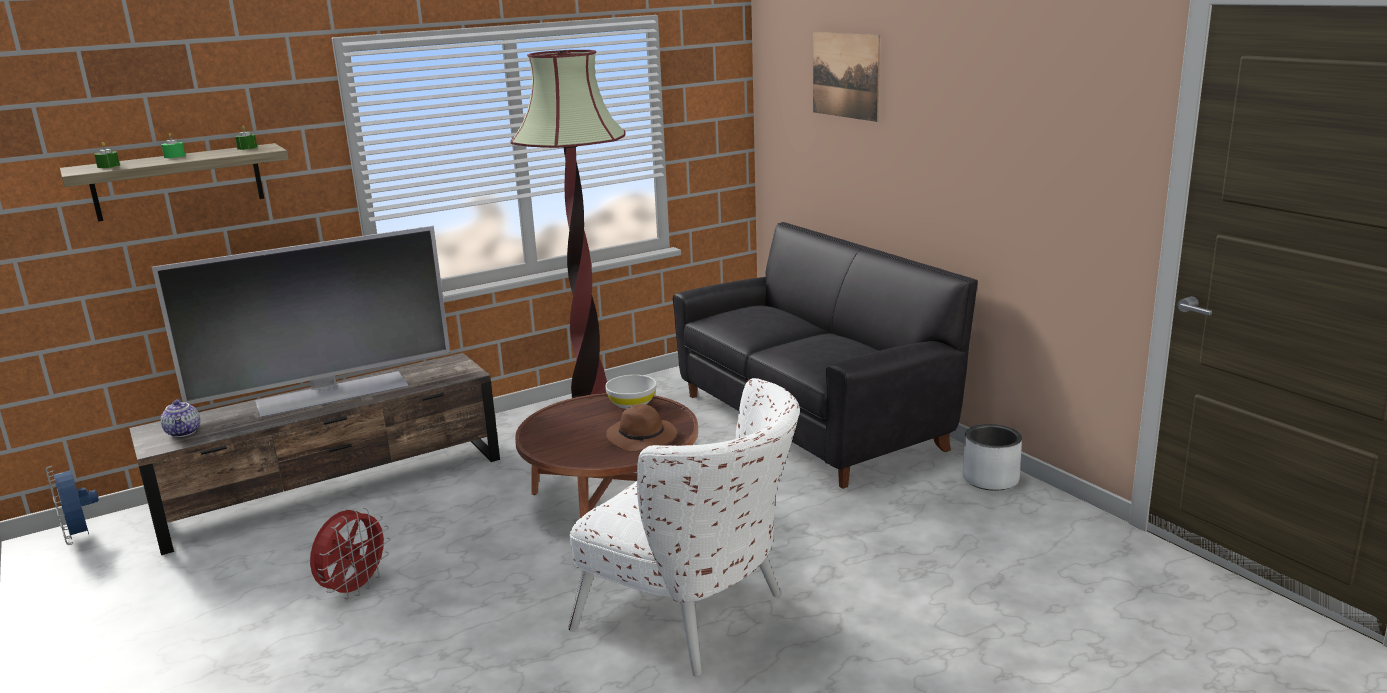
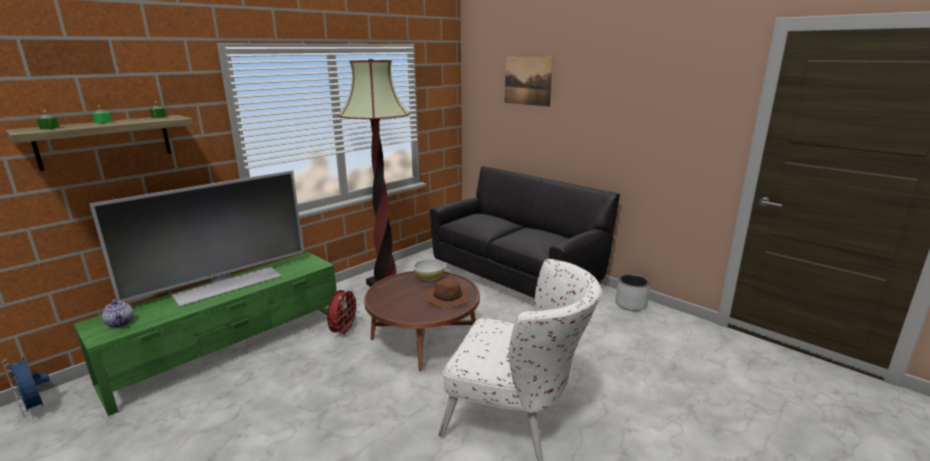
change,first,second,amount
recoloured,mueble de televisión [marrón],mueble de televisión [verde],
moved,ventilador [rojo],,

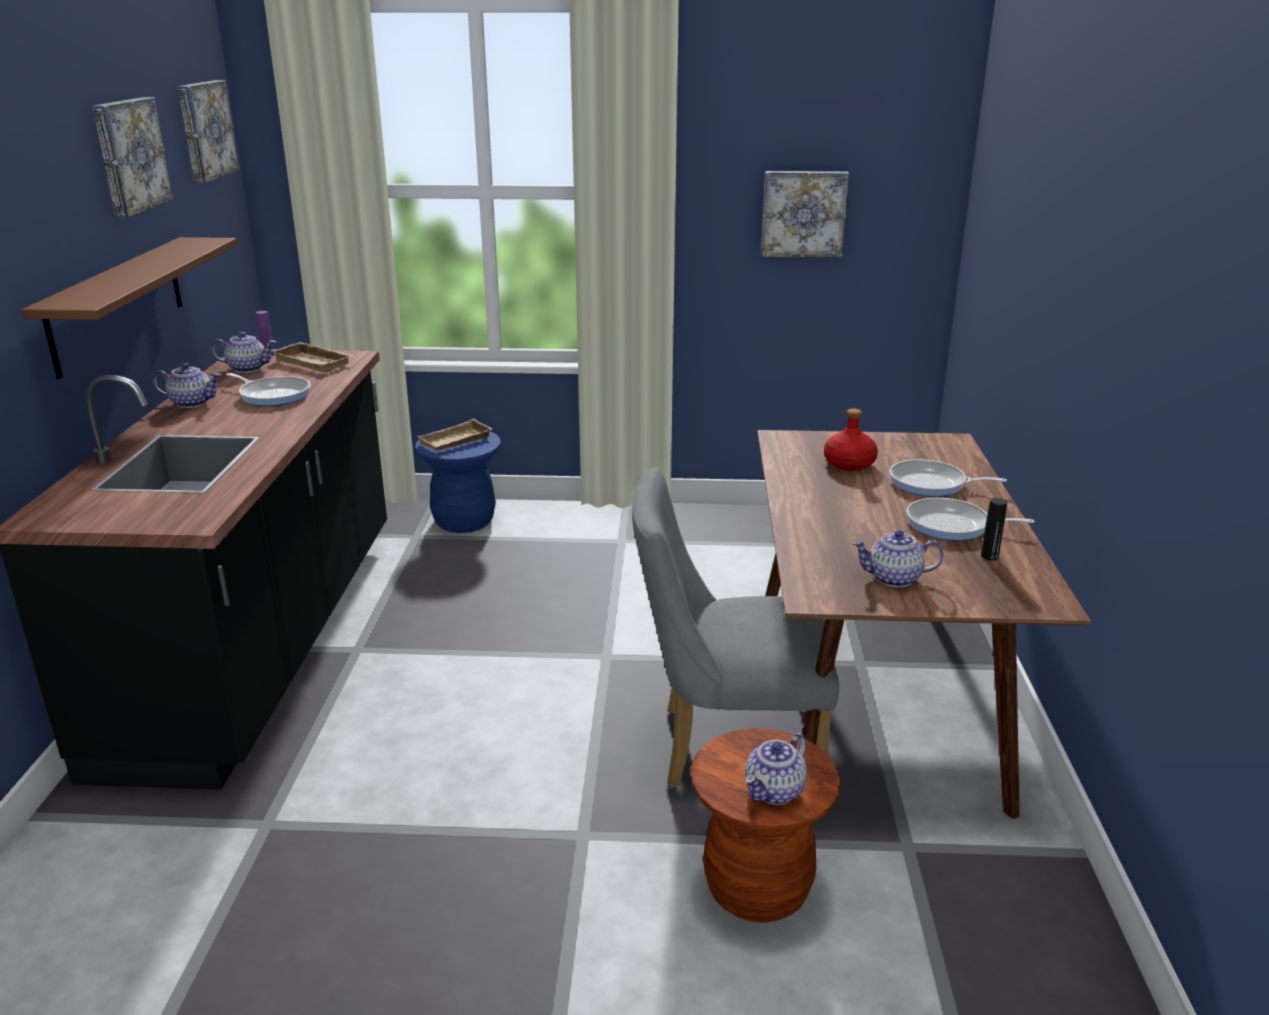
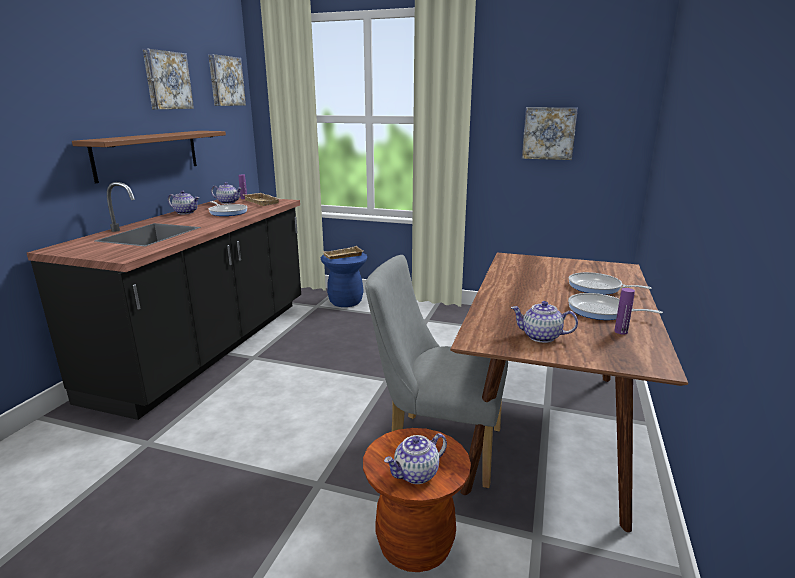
change,first,second,amount
recoloured,botella [negro],botella [morado] (2nd from left),
removed,botella [rojo],,

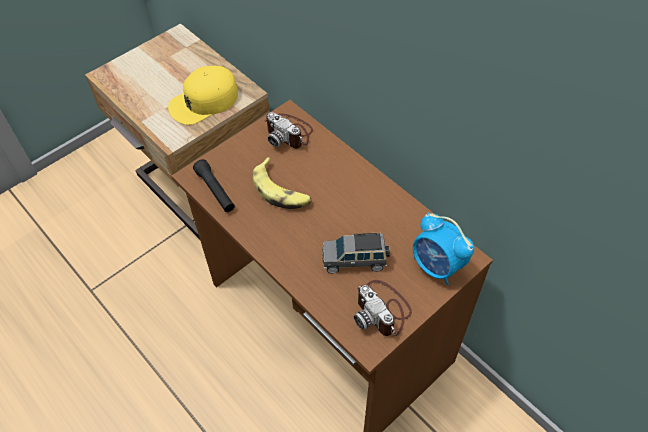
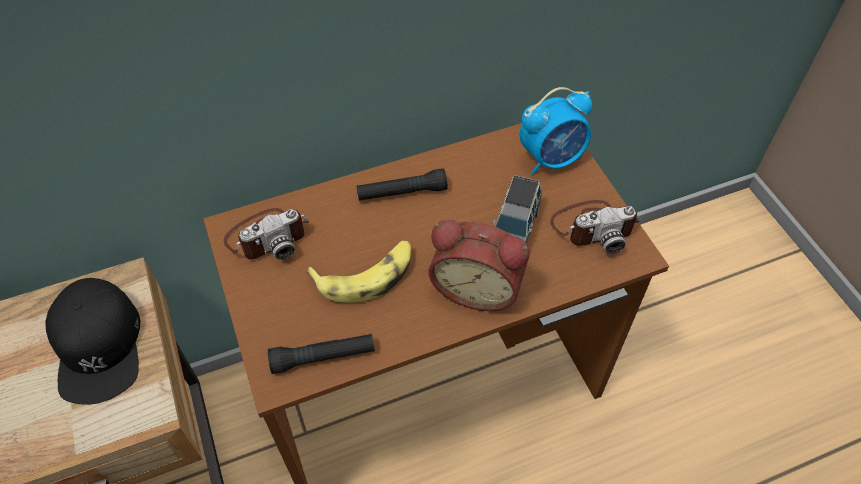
change,first,second,amount
recoloured,gorra [amarillo],gorra [negro],
added,,linterna [negro] (2nd from left),
added,,despertador (1st from left),

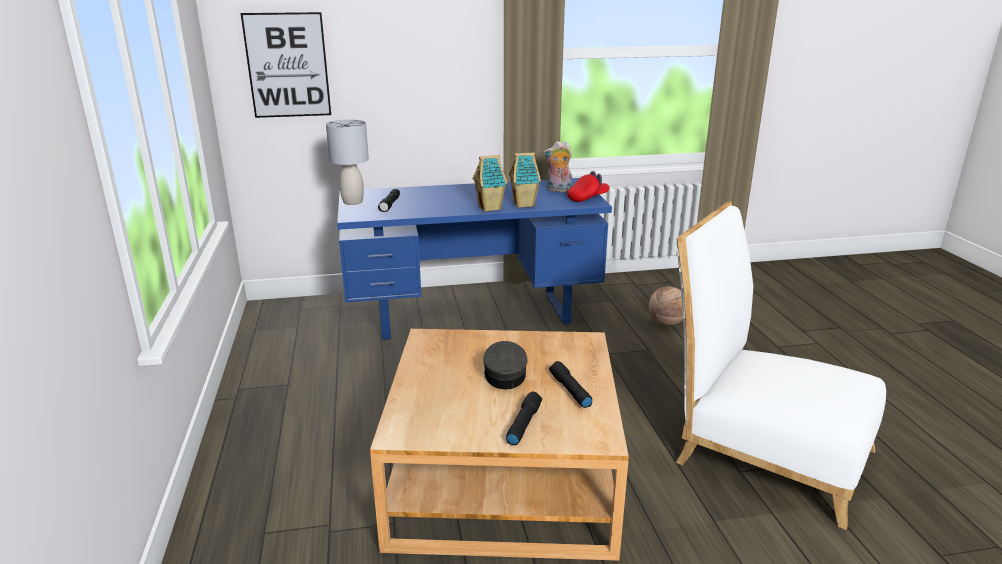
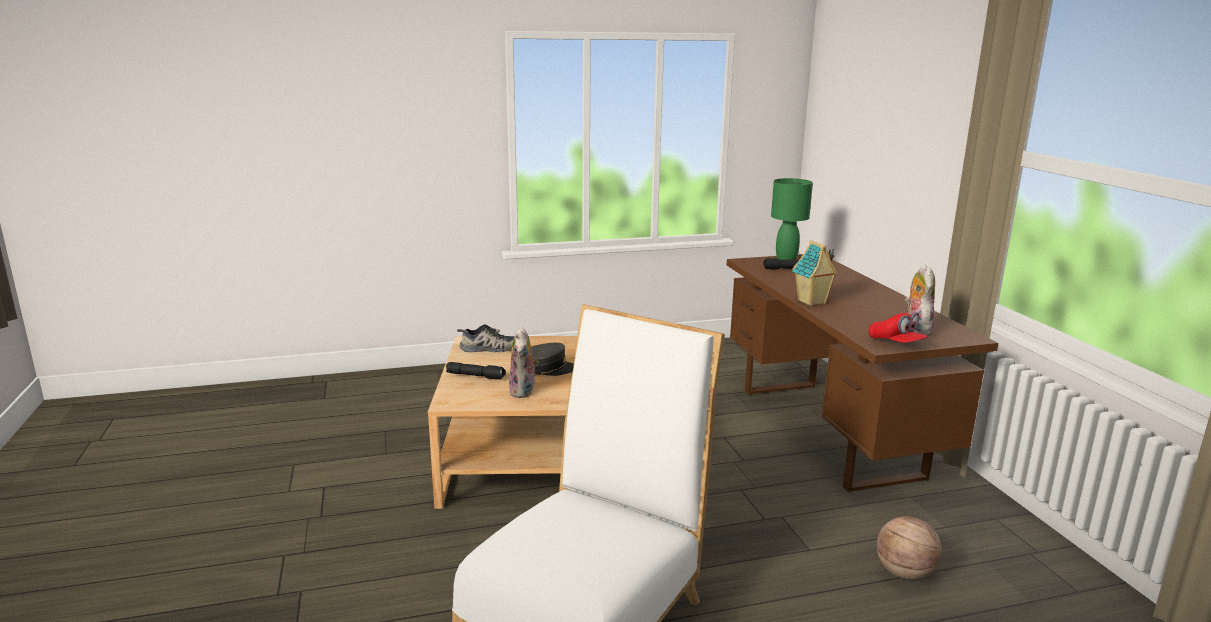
change,first,second,amount
added,,zapato,
replaced,linterna [negro] (3rd from left),peluche (1st from left),
recoloured,escritorio [azul],escritorio [marrón],
recoloured,lámpara de mesa [gris],lámpara de mesa [verde],
removed,cuadro,,
removed,casita (2nd from left),,

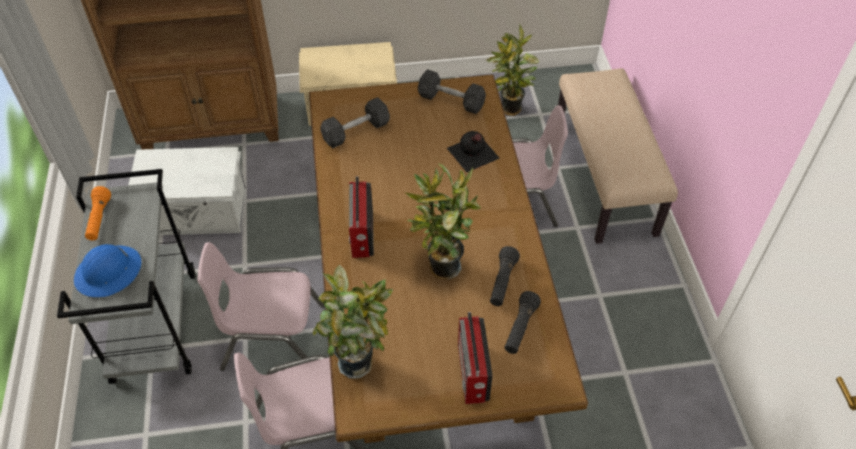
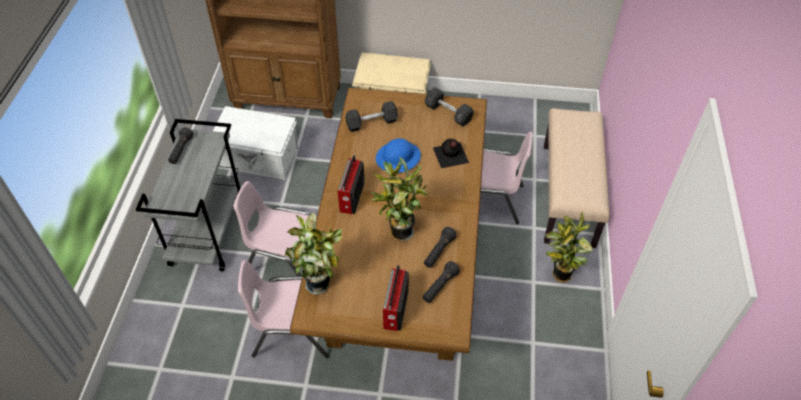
change,first,second,amount
recoloured,linterna [naranja],linterna [negro] (1st from left),
moved,casco [azul],,
moved,planta en maceta (3rd from left),,

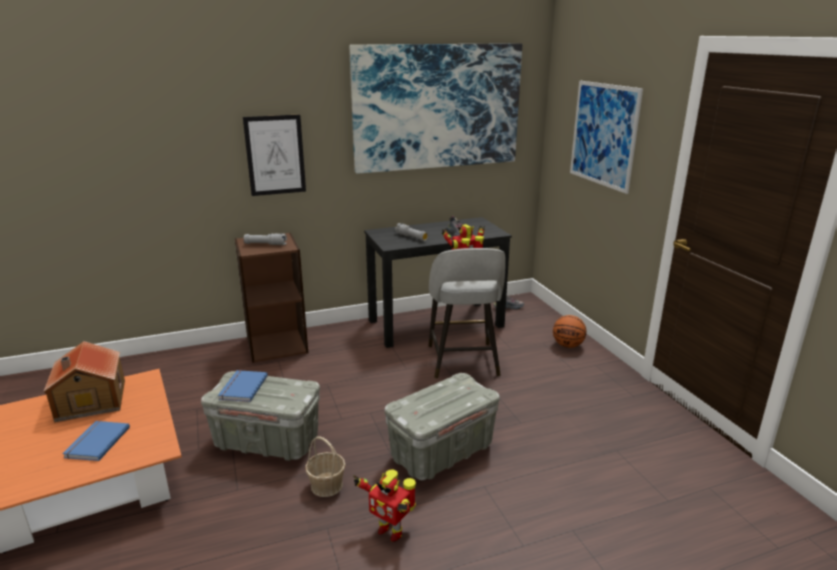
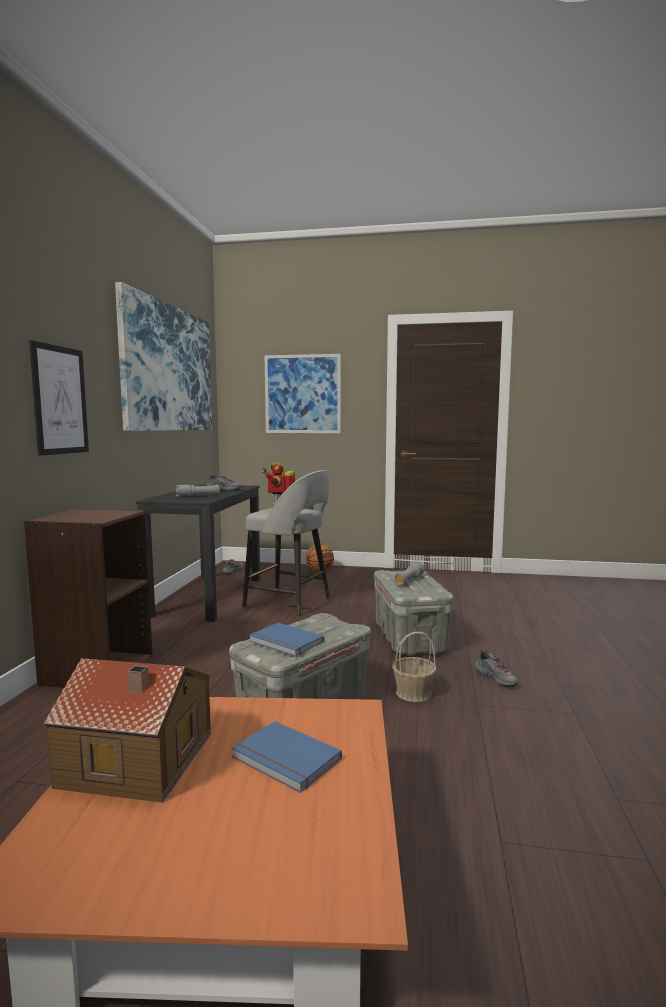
change,first,second,amount
moved,linterna [gris] (1st from left in the first image),linterna [gris] (2nd from left),
replaced,robot de juguete (1st from left),zapato (3rd from left),

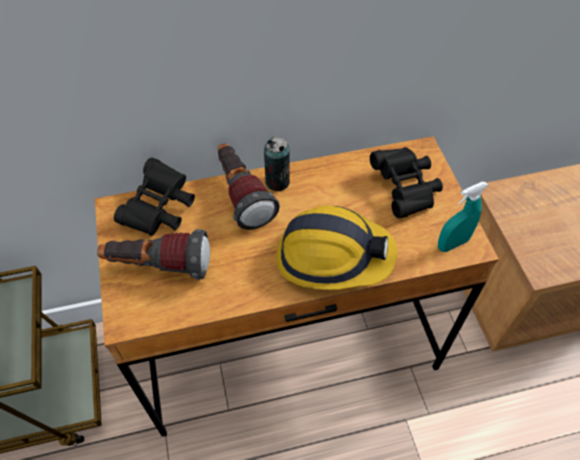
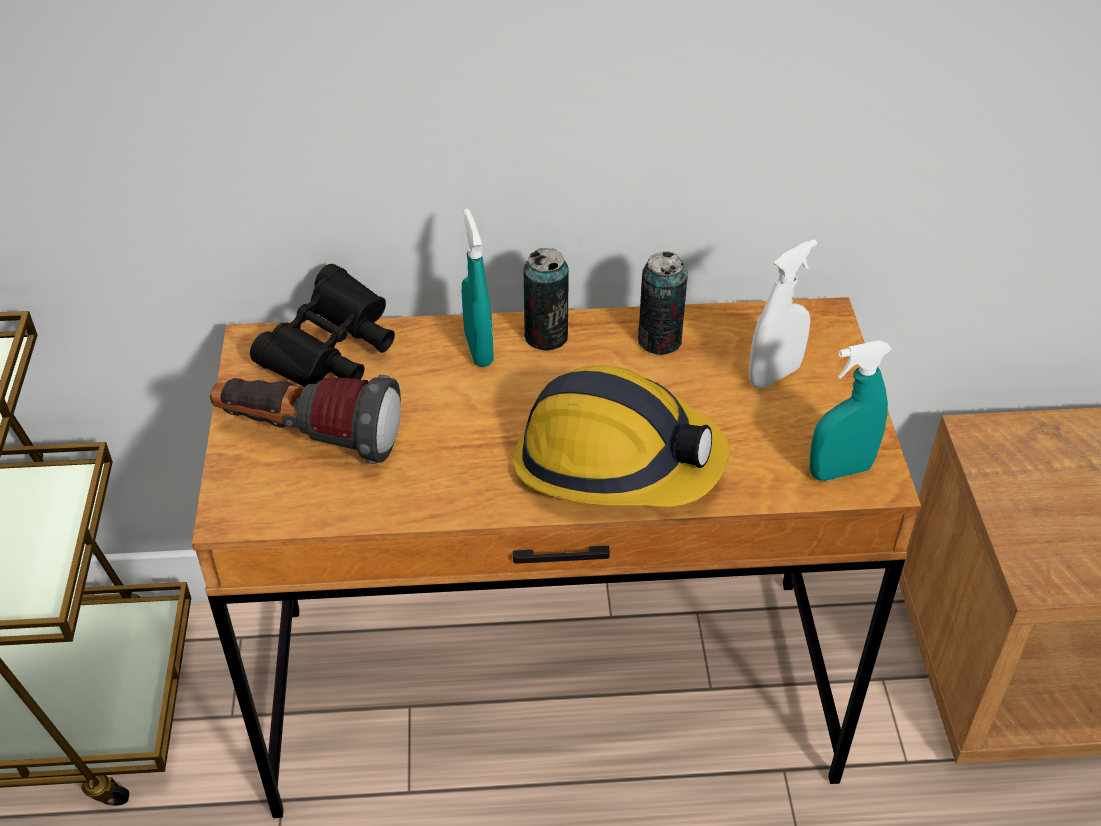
change,first,second,amount
replaced,linterna (2nd from left),pulverizador [turquesa] (1st from left),
added,,lata (2nd from left),
replaced,prismáticos [negro] (2nd from left),pulverizador [blanco],

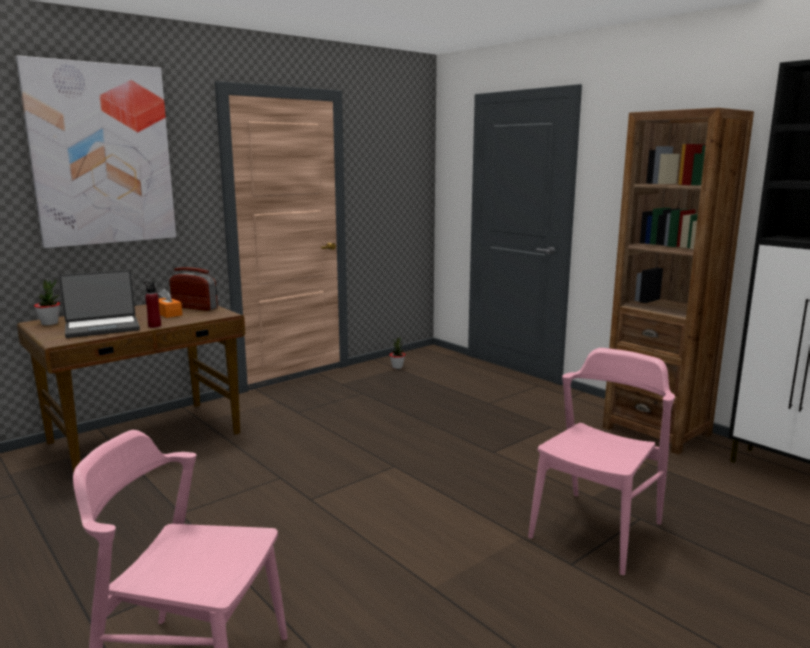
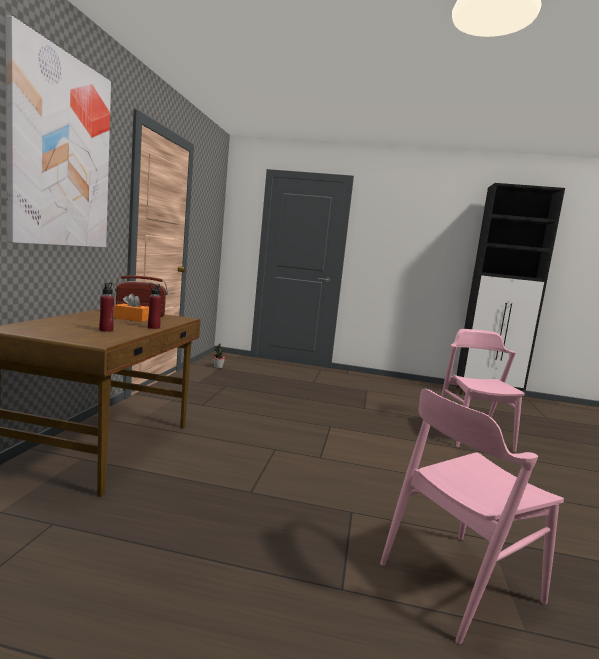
change,first,second,amount
replaced,portátil,botella [rojo] (1st from left),
removed,planta en maceta (1st from left),,
removed,estantería [marrón],,

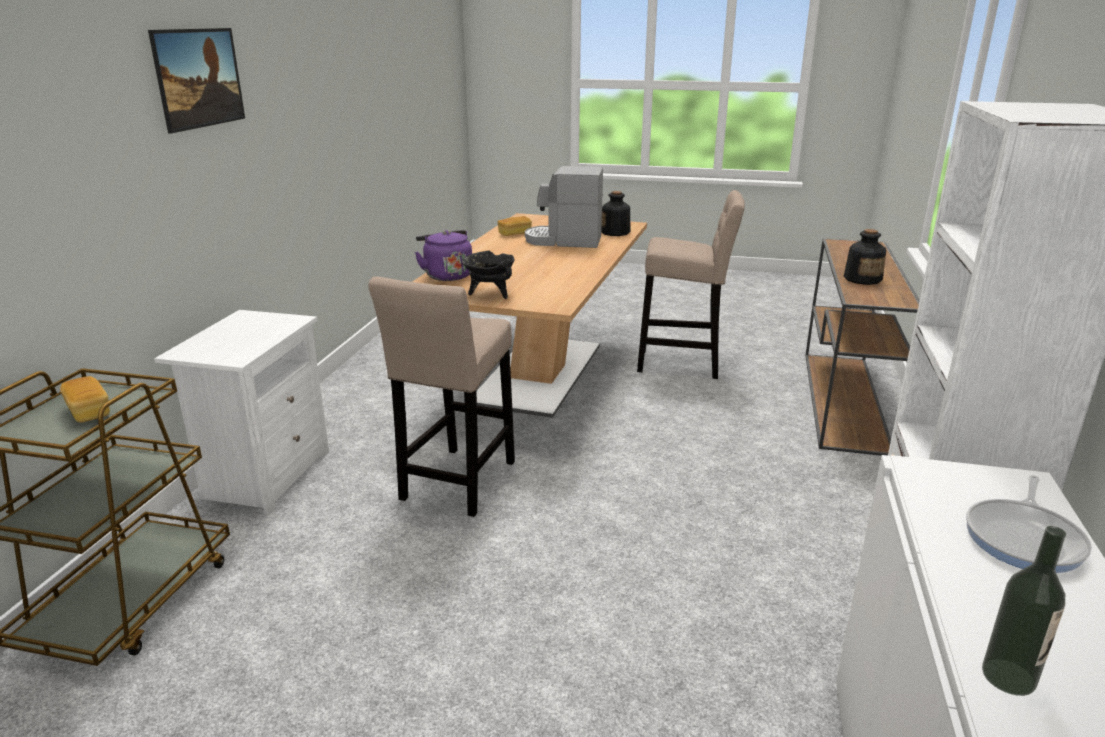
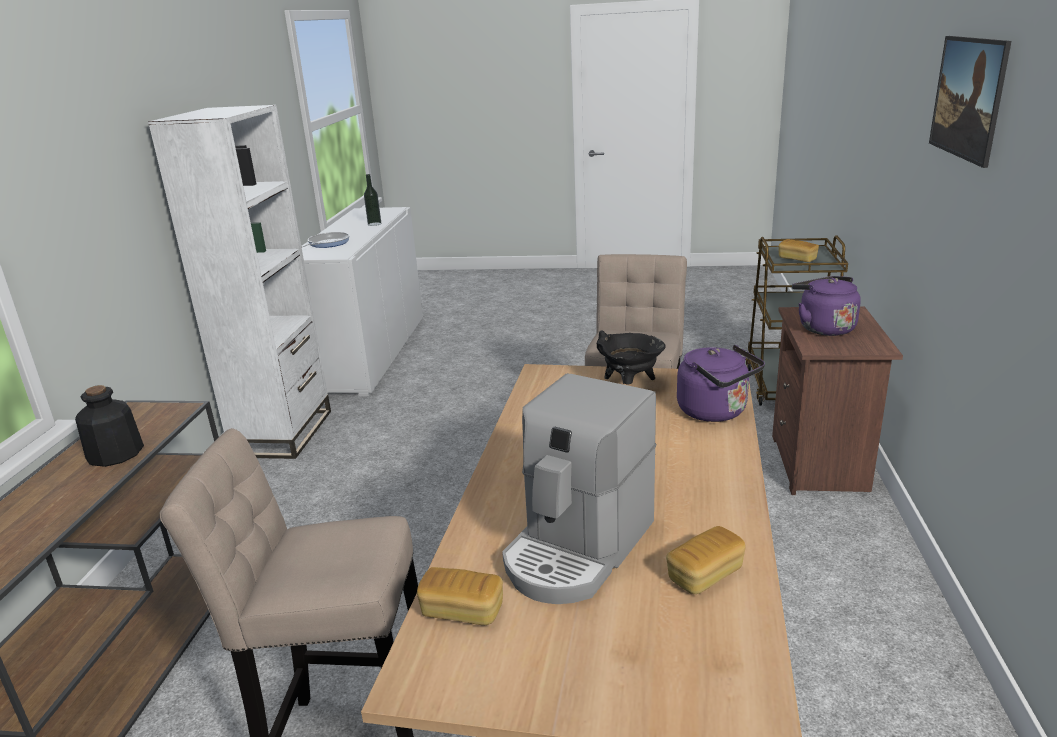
change,first,second,amount
replaced,botella (1st from left),pan (1st from left),
turned,cafetera,,120 degrees clockwise
recoloured,mesita de noche [blanco],mesita de noche [marrón],
added,,hervidor [morado] (2nd from left),

